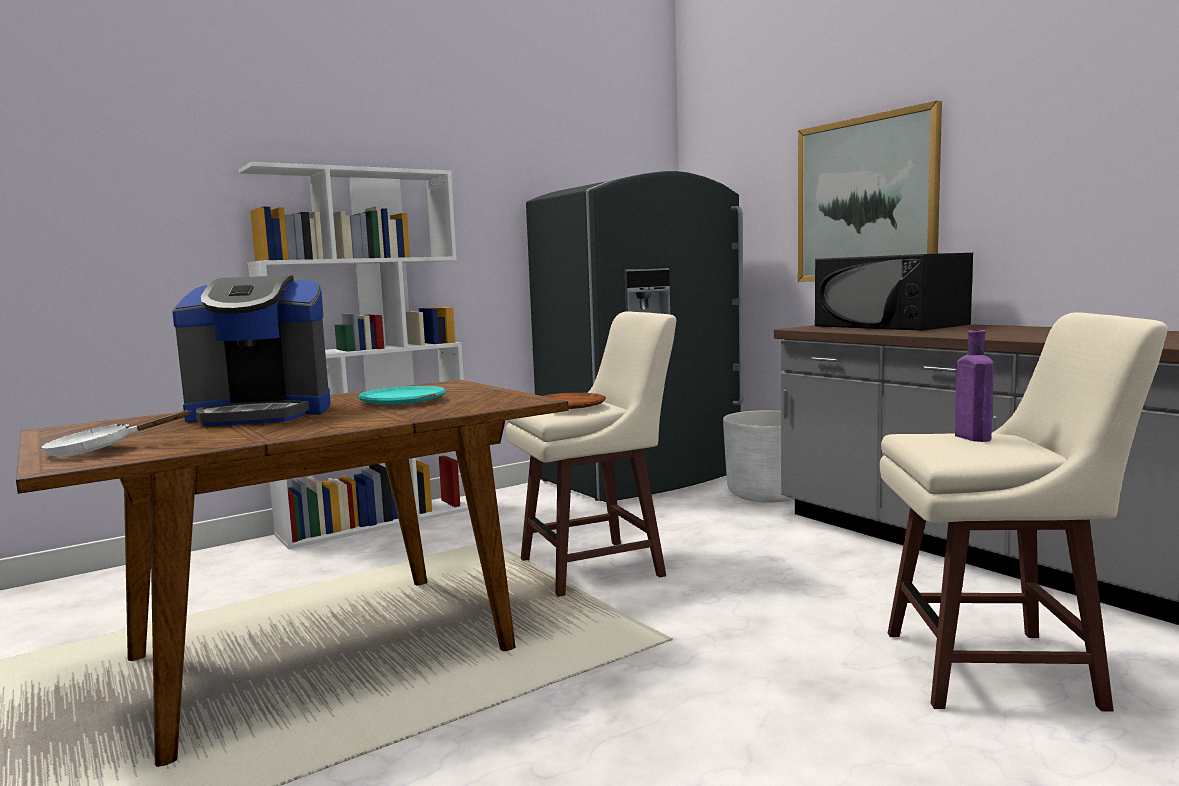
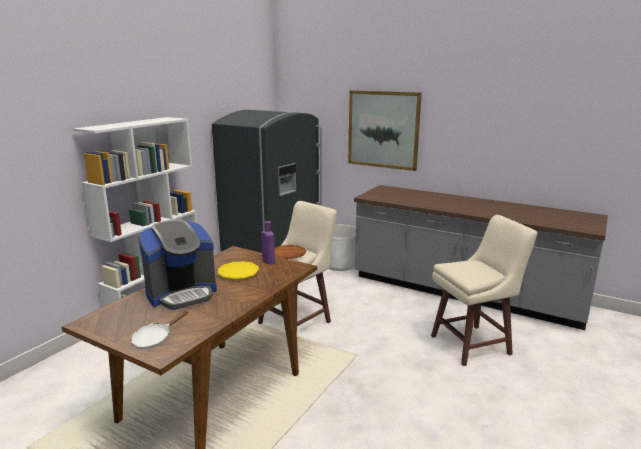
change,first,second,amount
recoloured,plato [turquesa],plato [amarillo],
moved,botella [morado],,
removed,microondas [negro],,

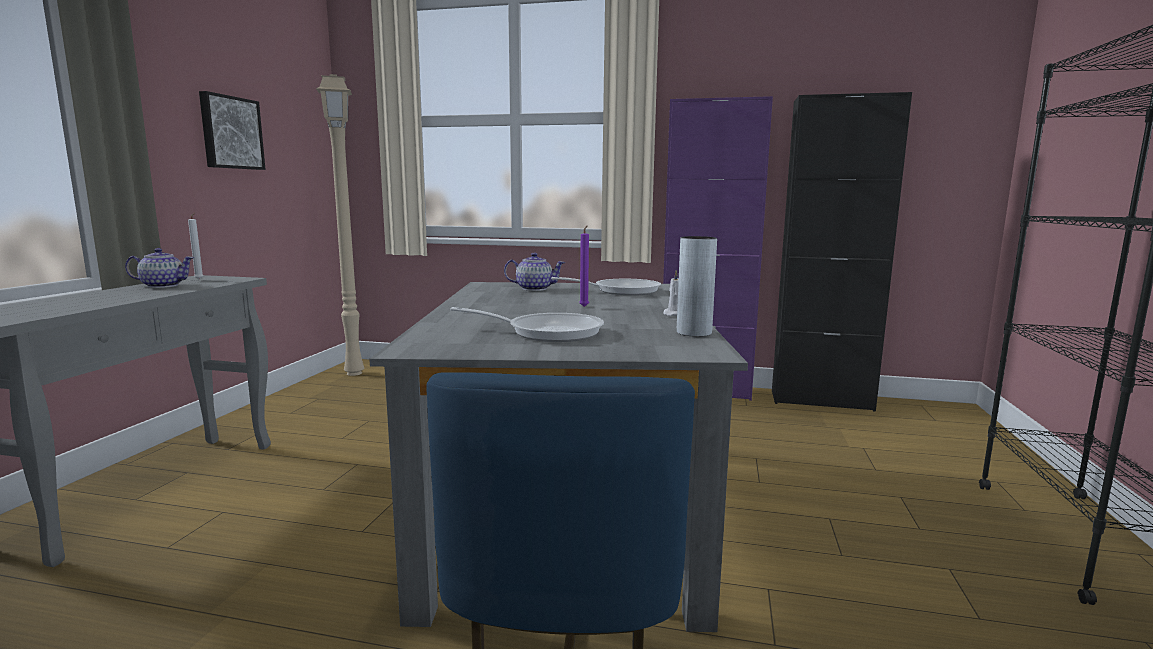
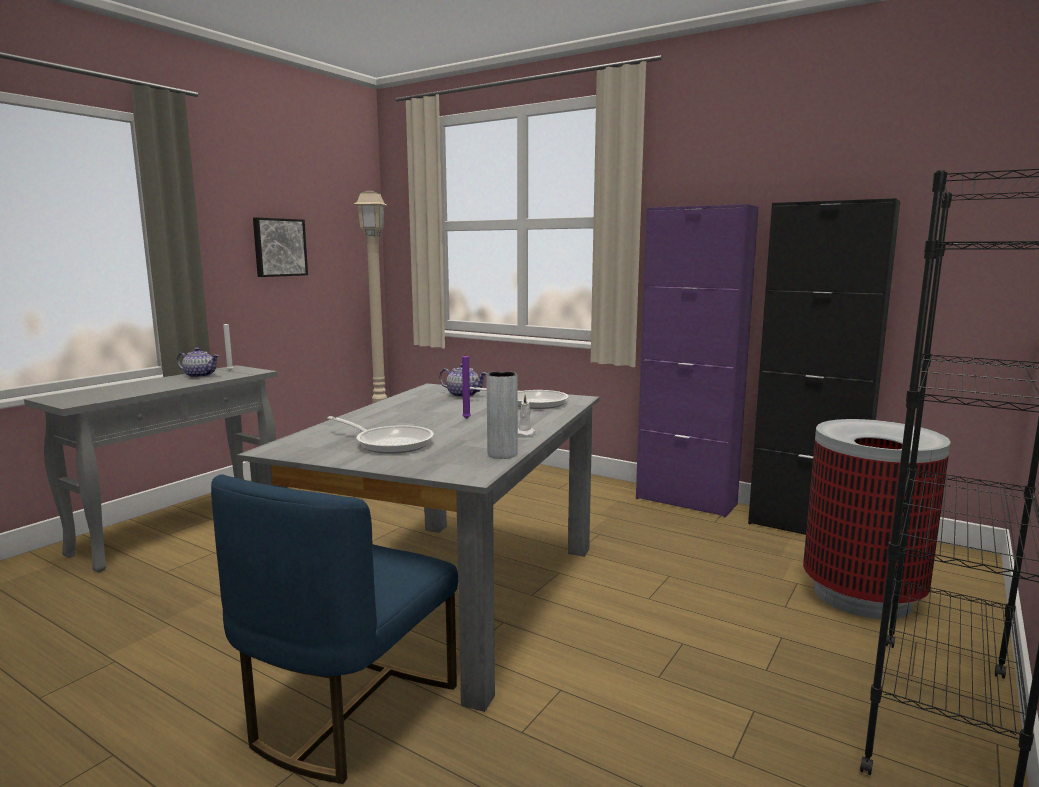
change,first,second,amount
added,,papelera,

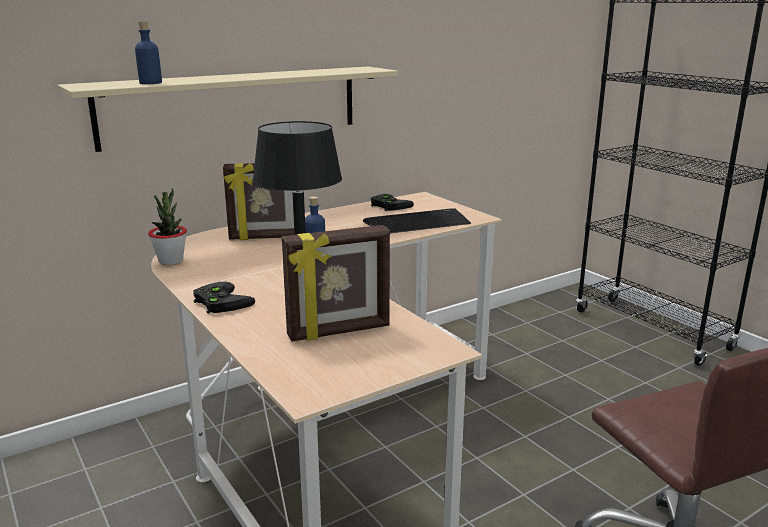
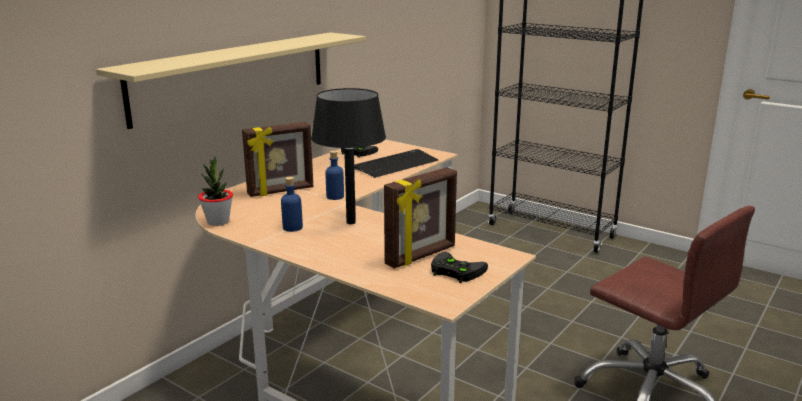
change,first,second,amount
moved,botella [azul] (1st from left),,
moved,mando de consola [negro] (1st from left in the first image),mando de consola [negro] (2nd from left),

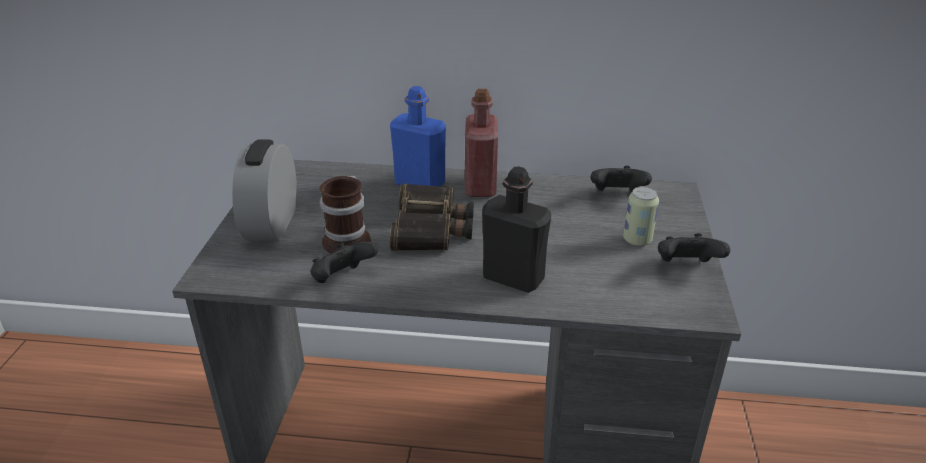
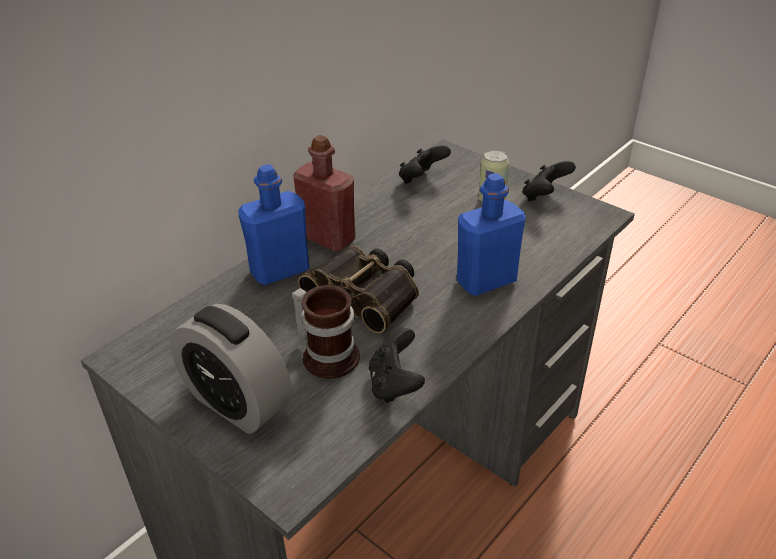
change,first,second,amount
recoloured,botella [negro],botella [azul] (2nd from left),

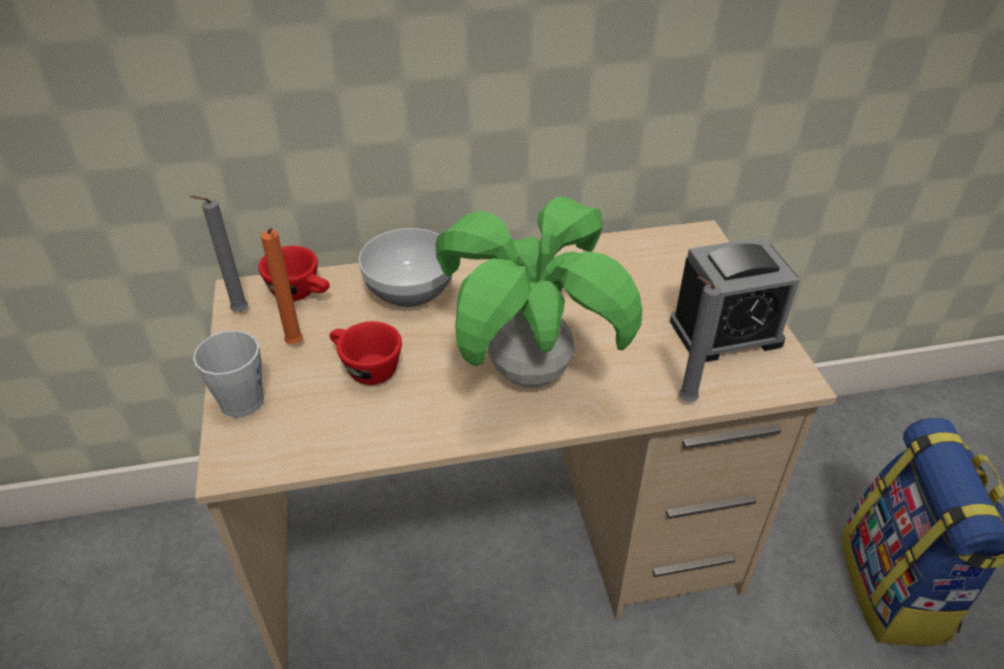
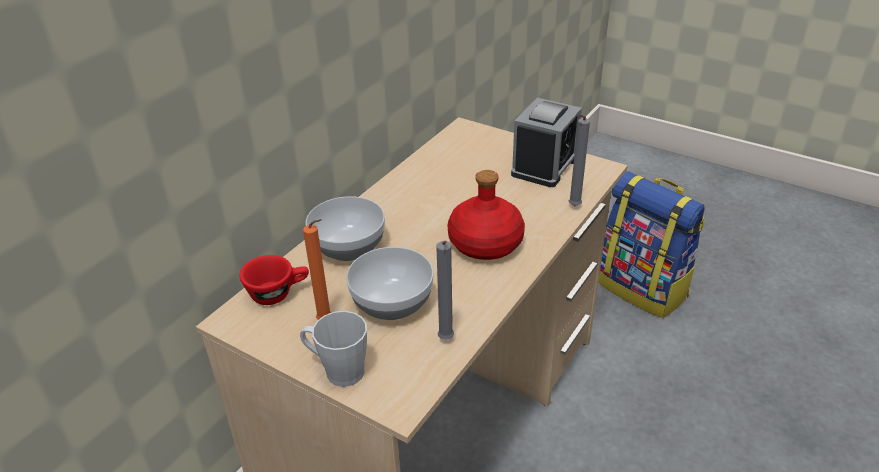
change,first,second,amount
replaced,taza [rojo] (2nd from left),cuenco (2nd from left),
moved,vela [gris] (1st from left),,
replaced,planta en maceta,botella [rojo],

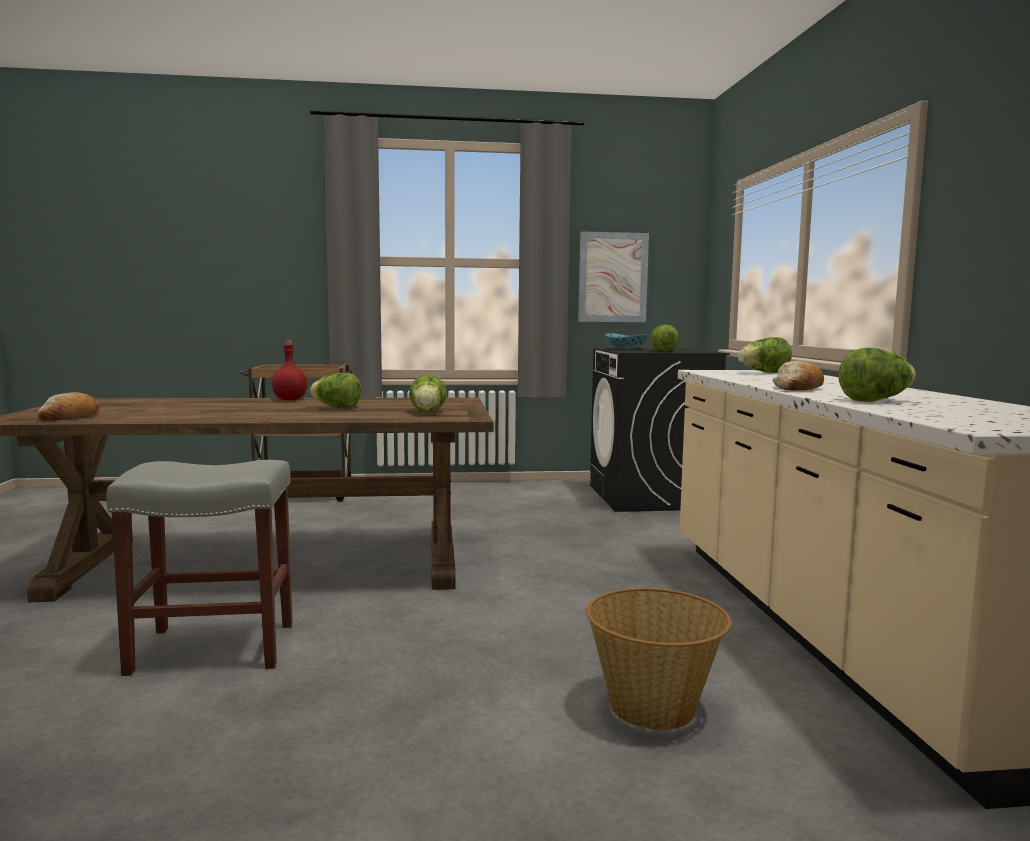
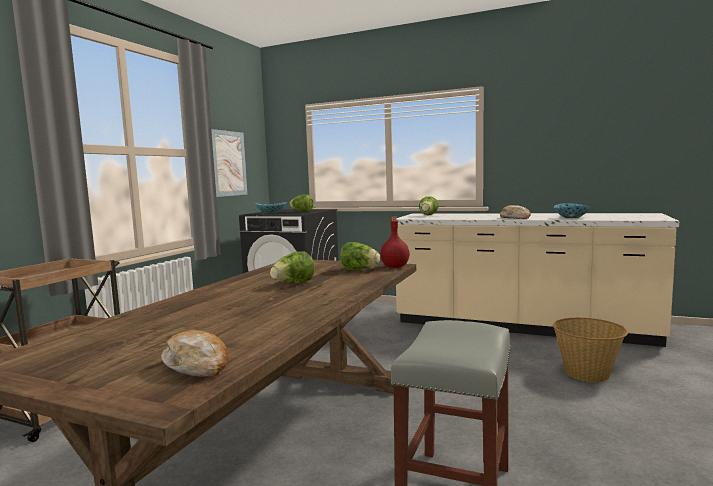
change,first,second,amount
moved,botella [rojo],,
replaced,lechuga (5th from left),cuenco (2nd from left),

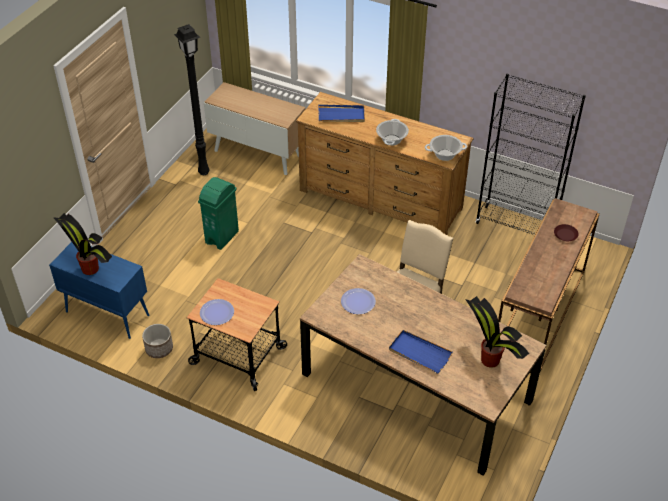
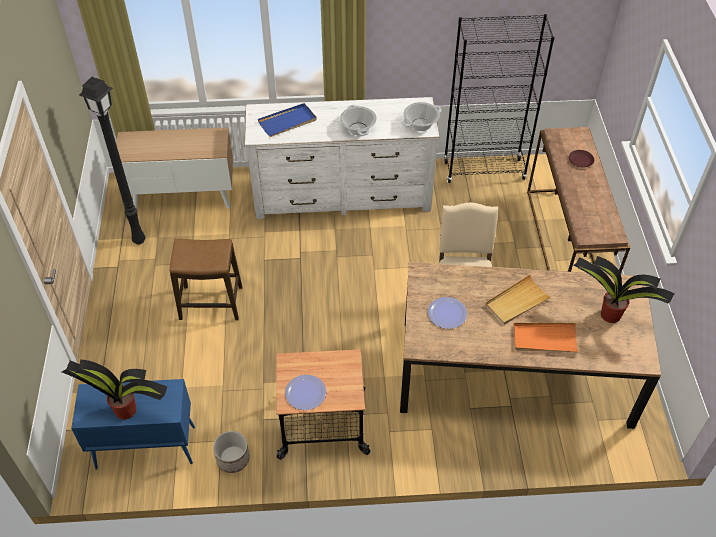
change,first,second,amount
replaced,papelera [verde],taburete,
recoloured,cómoda [marrón],cómoda [blanco],
added,,bandeja [beis],
recoloured,bandeja [azul] (2nd from left),bandeja [naranja],

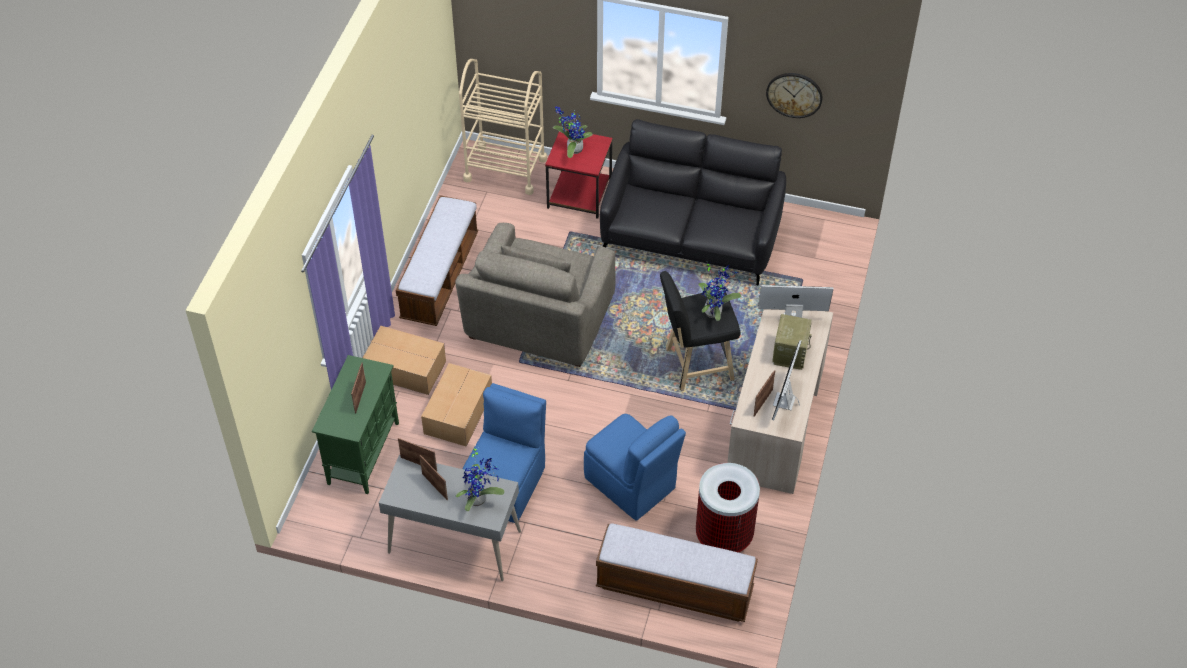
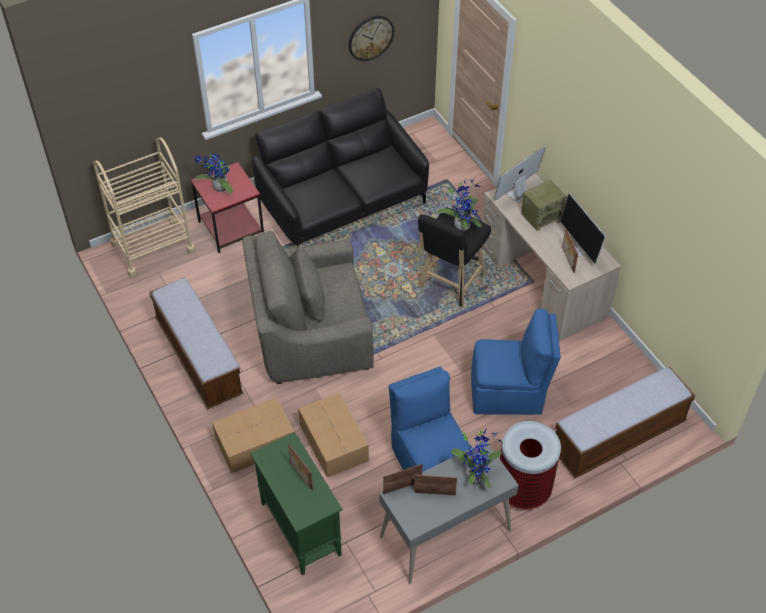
change,first,second,amount
turned,sillón [gris],,105 degrees clockwise
moved,papelera,,
turned,radio,,90 degrees clockwise

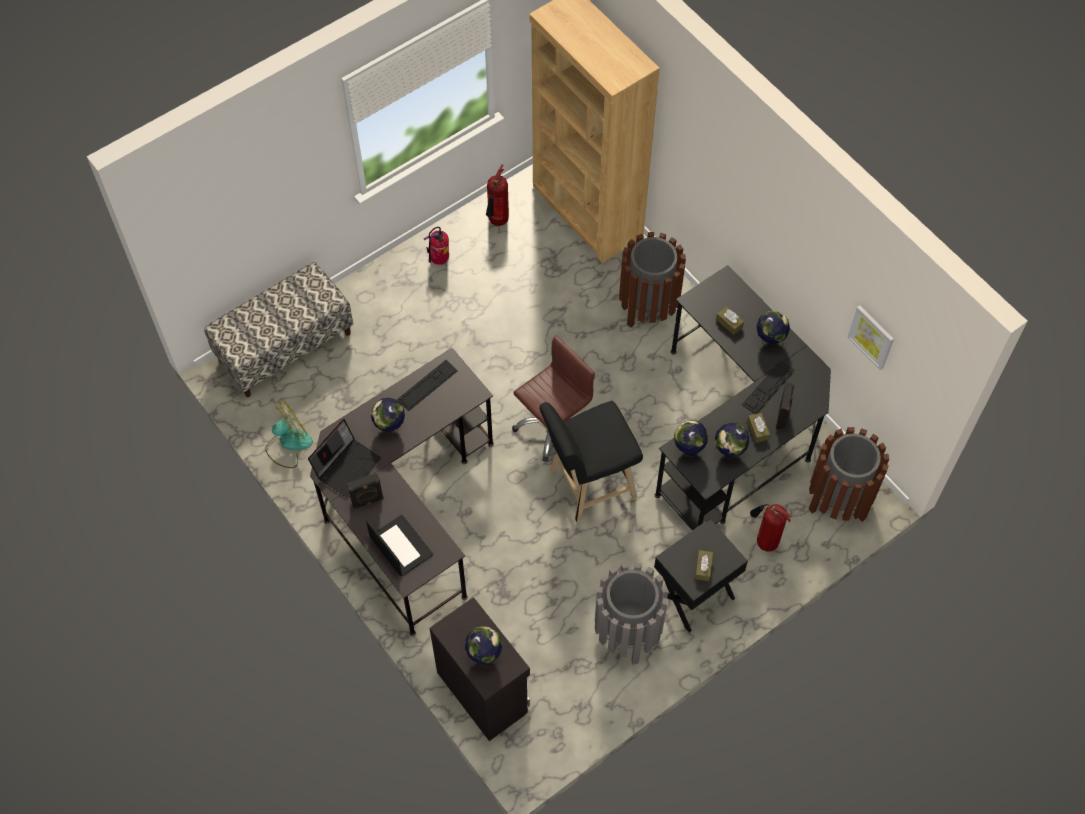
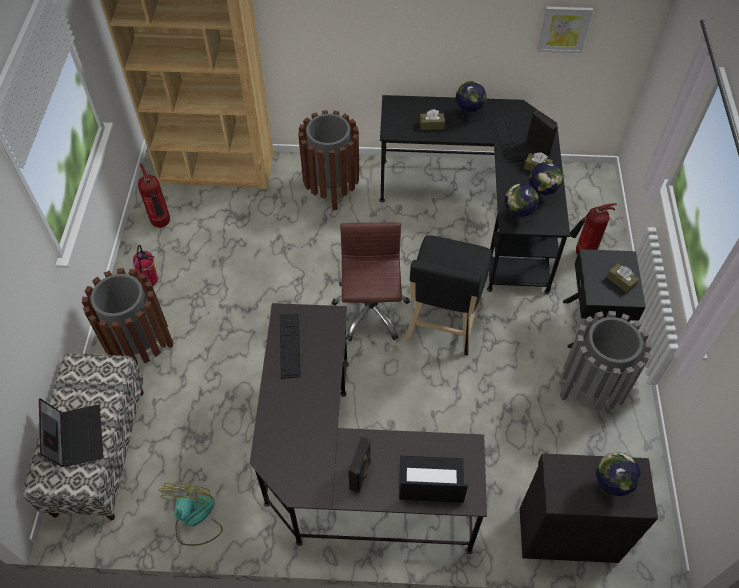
change,first,second,amount
moved,portátil (1st from left),,
moved,papelera [marrón] (2nd from left in the first image),papelera [marrón] (1st from left),
removed,globo terráqueo (1st from left),,

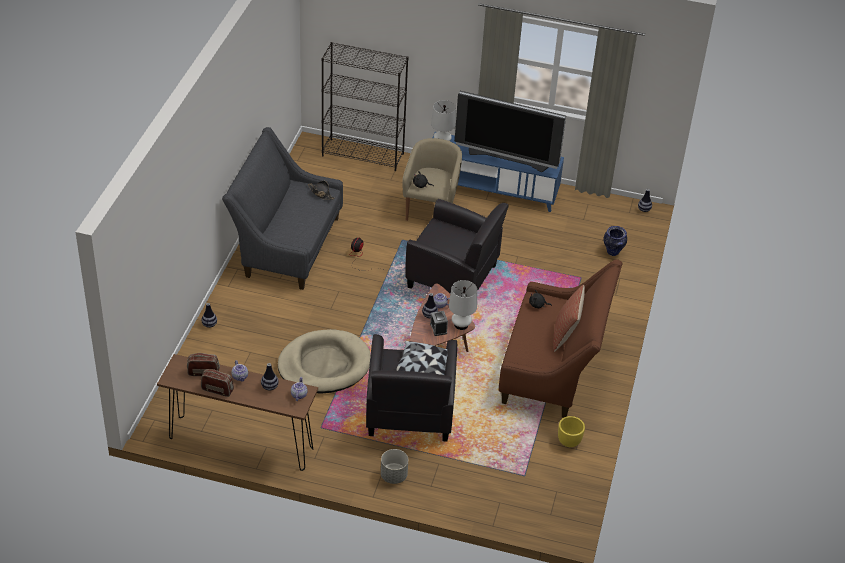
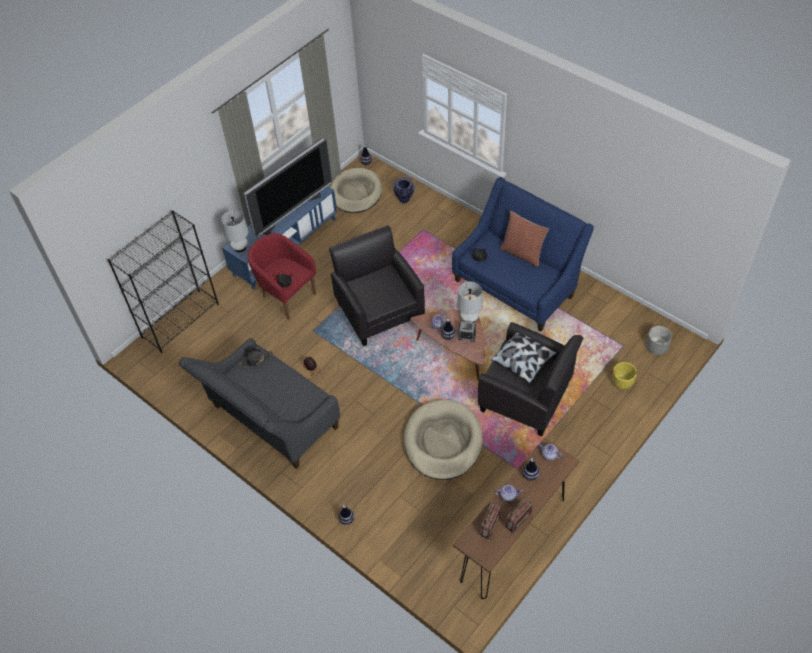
change,first,second,amount
recoloured,sillón [beis],sillón [rojo],
turned,sillón [negro] (2nd from left in the first image),sillón [negro] (1st from left),75 degrees counterclockwise
added,,cama para perro [beis] (1st from left),
recoloured,sofá [marrón],sofá [azul],
moved,maceta [amarillo],,
moved,maceta [gris],,

